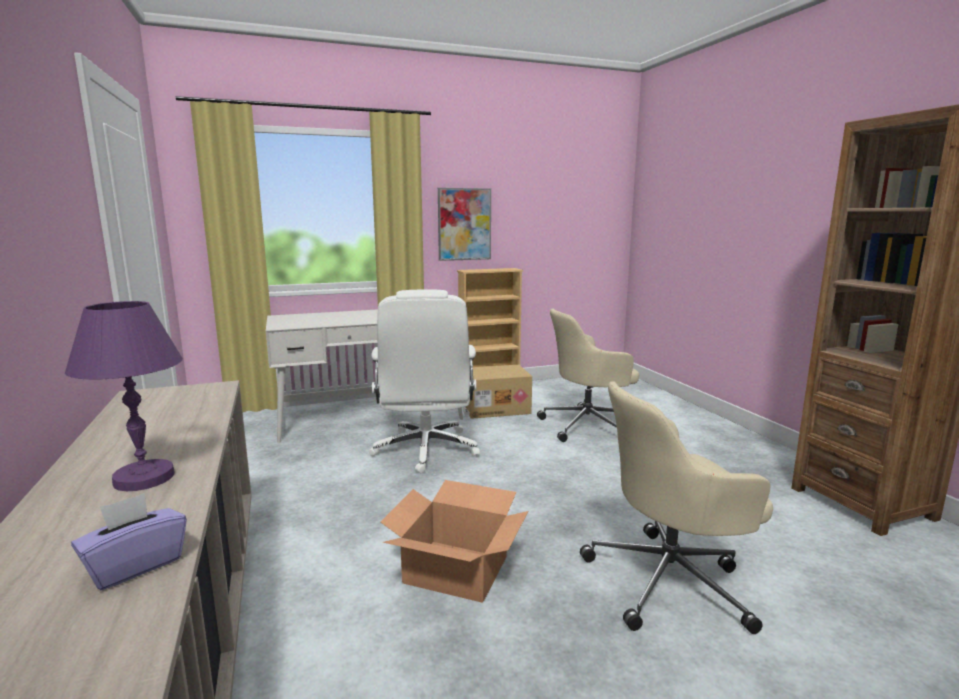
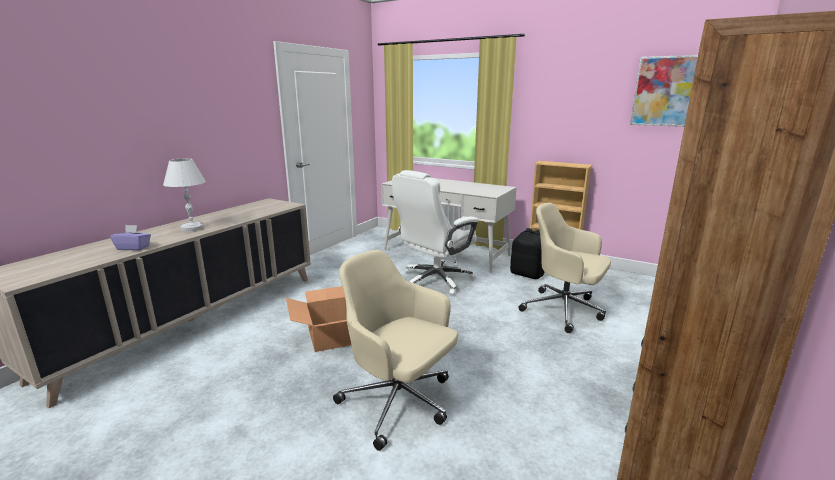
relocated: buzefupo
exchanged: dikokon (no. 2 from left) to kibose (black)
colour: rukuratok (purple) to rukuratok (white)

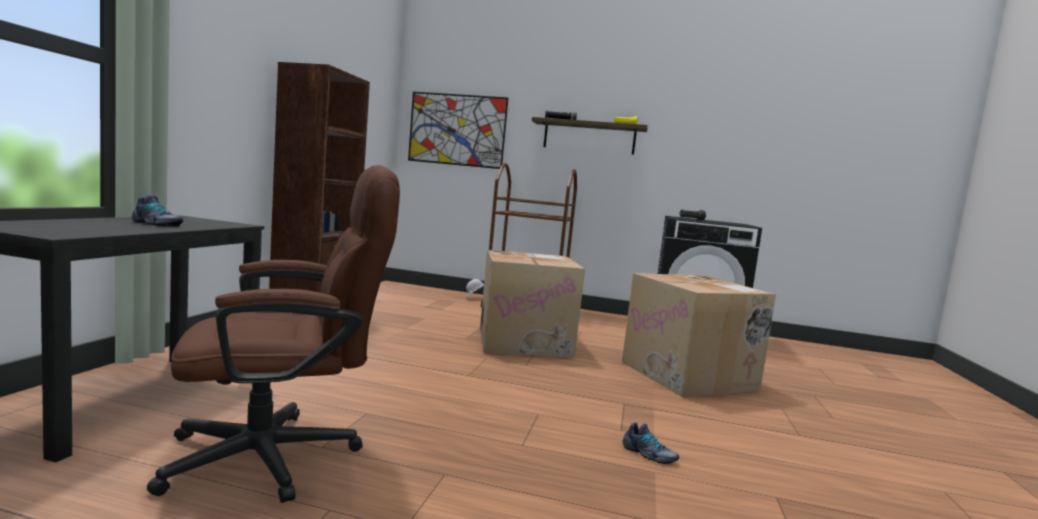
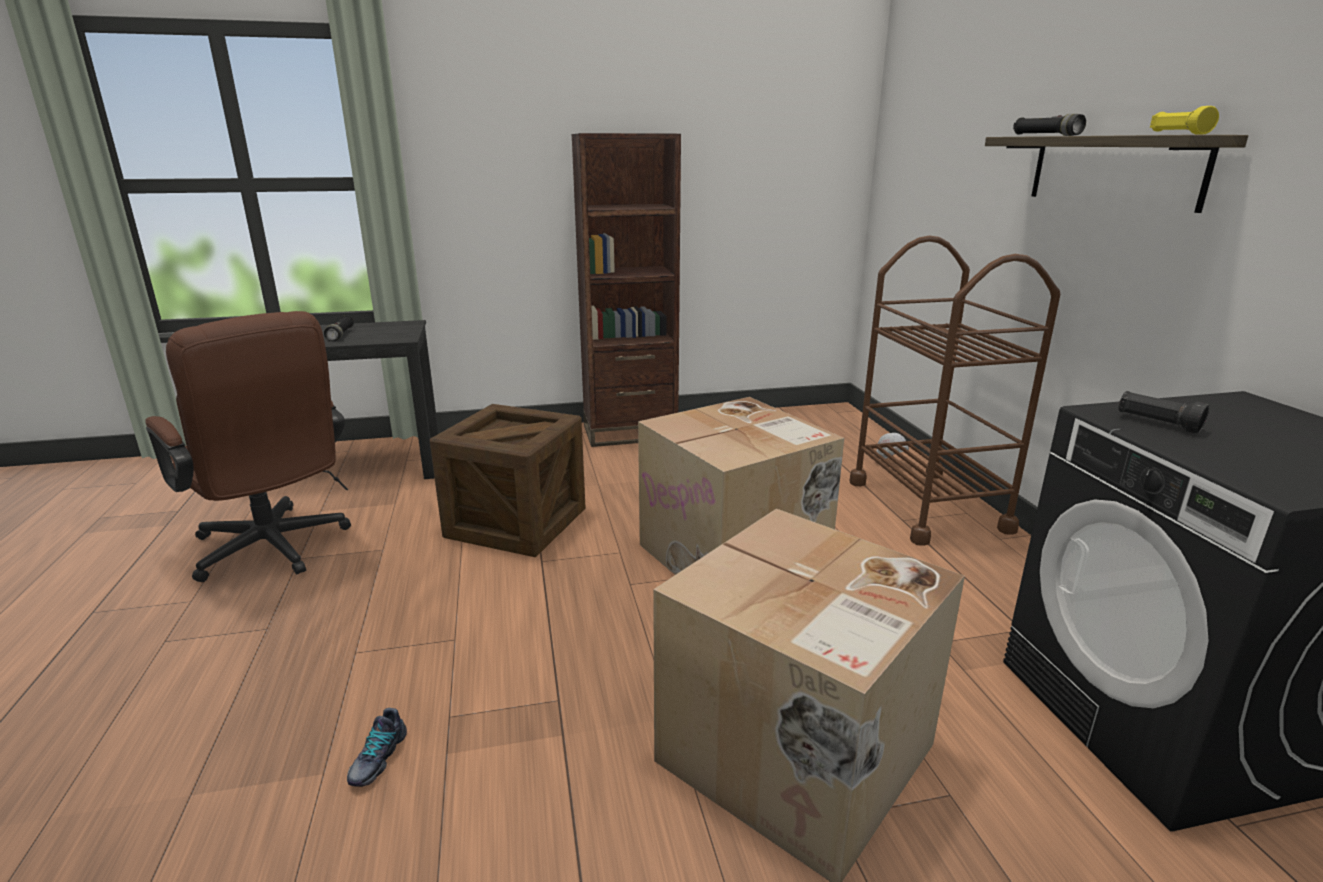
missing: buzefupo
appeared: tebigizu
exchanged: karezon (no. 1 from left) to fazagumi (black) (no. 1 from left)

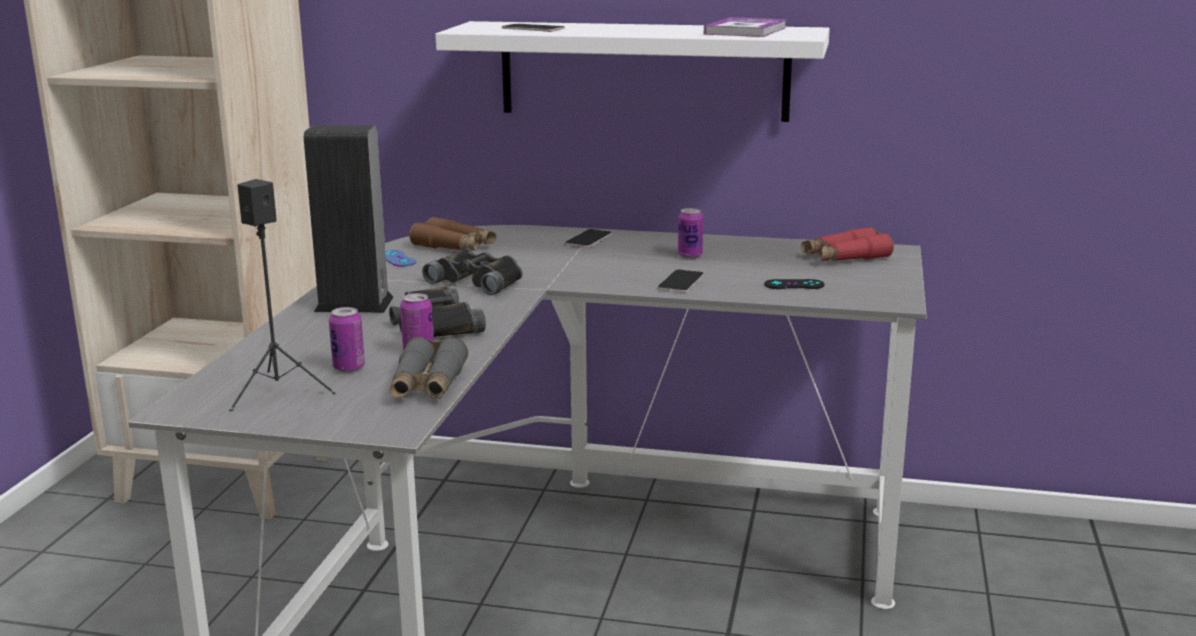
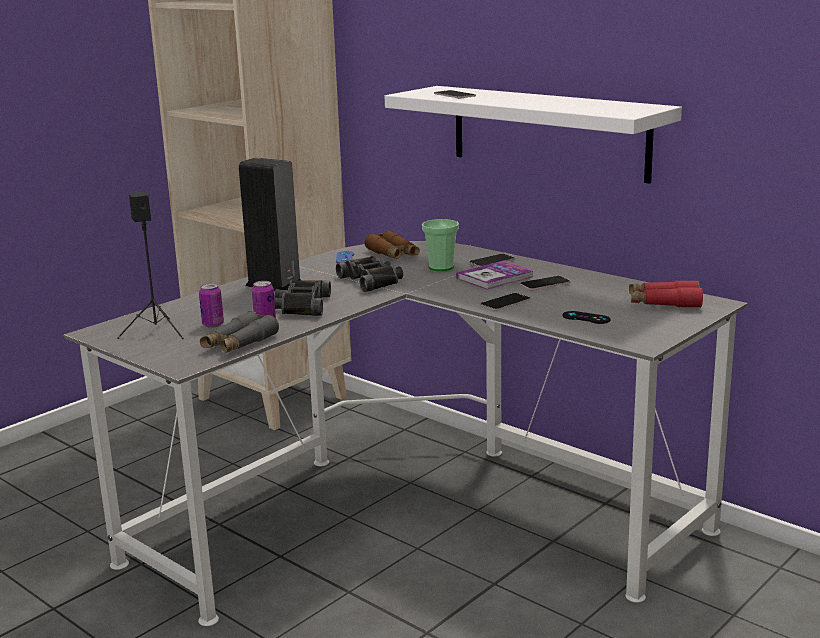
appeared: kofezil
relocated: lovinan
exchanged: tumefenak (no. 3 from left) to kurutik (no. 4 from left)

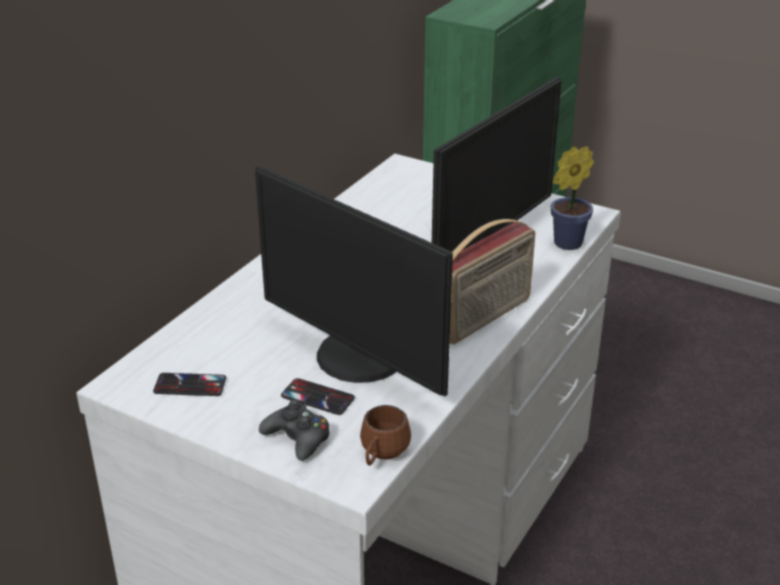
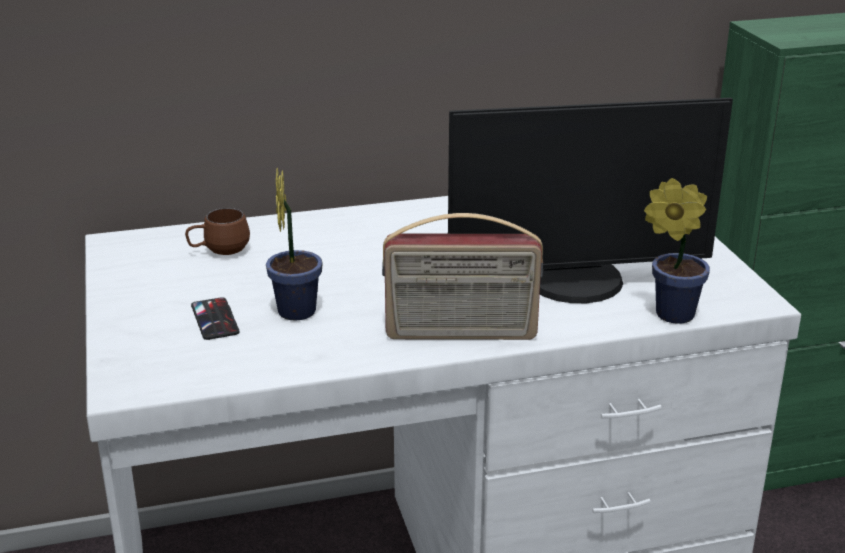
missing: kurutik (no. 1 from left); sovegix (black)
relocated: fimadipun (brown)
exchanged: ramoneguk (no. 1 from left) to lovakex (no. 1 from left)

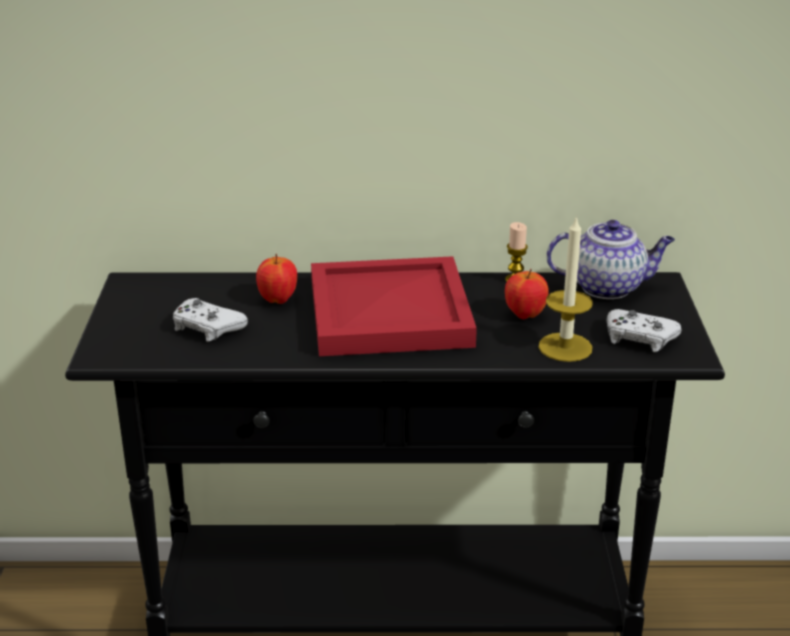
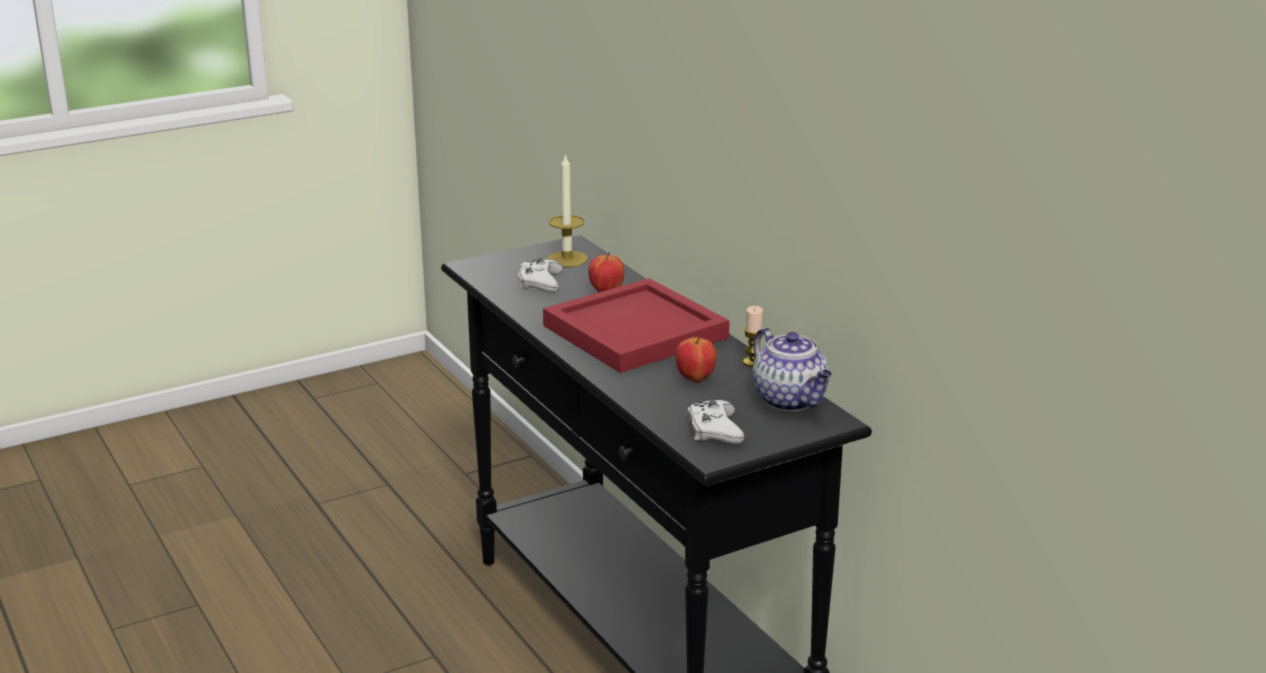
relocated: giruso (no. 2 from left in the first image) to giruso (no. 1 from left)

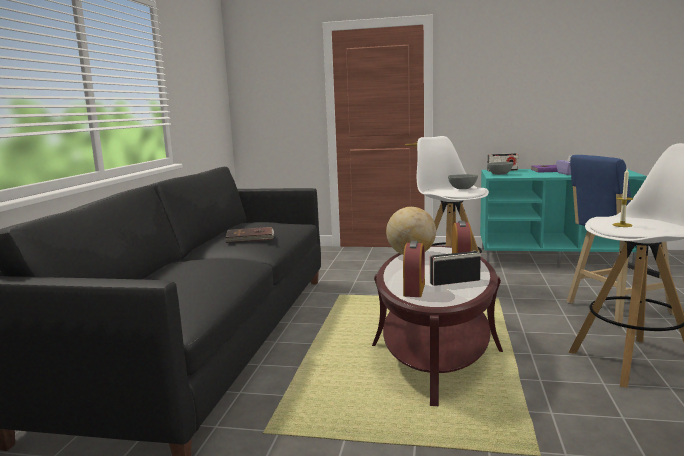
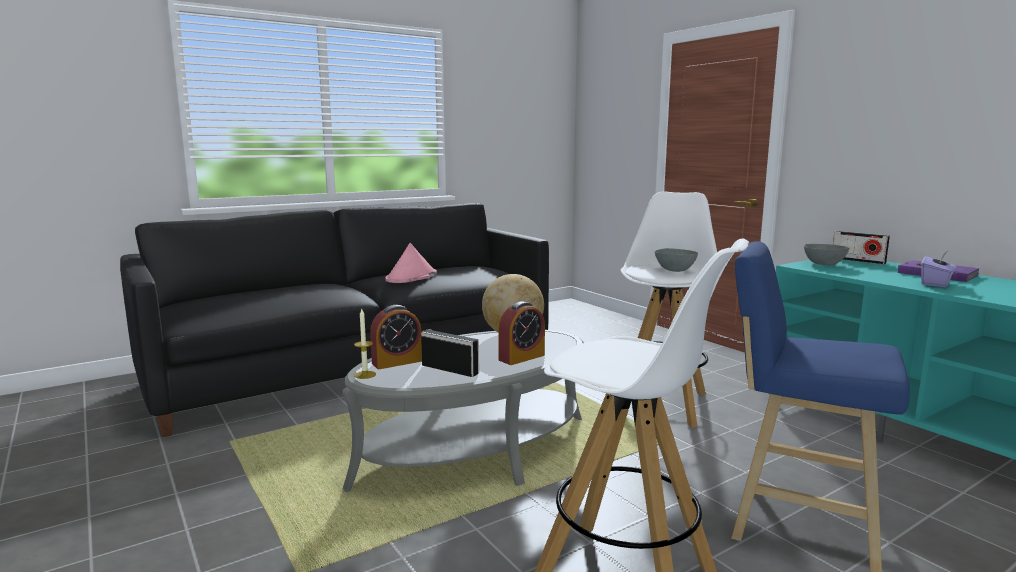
relocated: giruso
exchanged: lovinan (brown) to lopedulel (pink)
colour: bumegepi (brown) to bumegepi (grey)

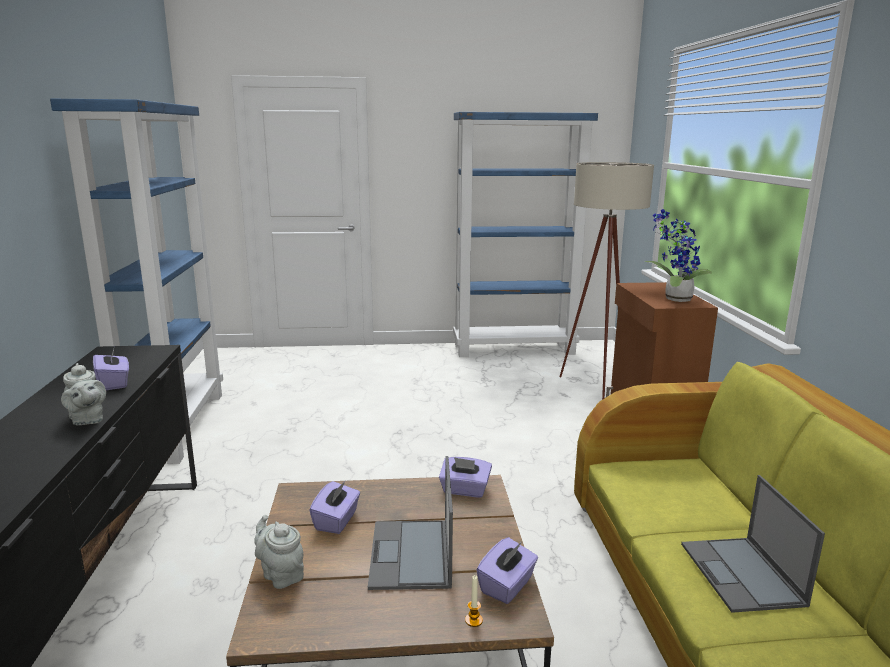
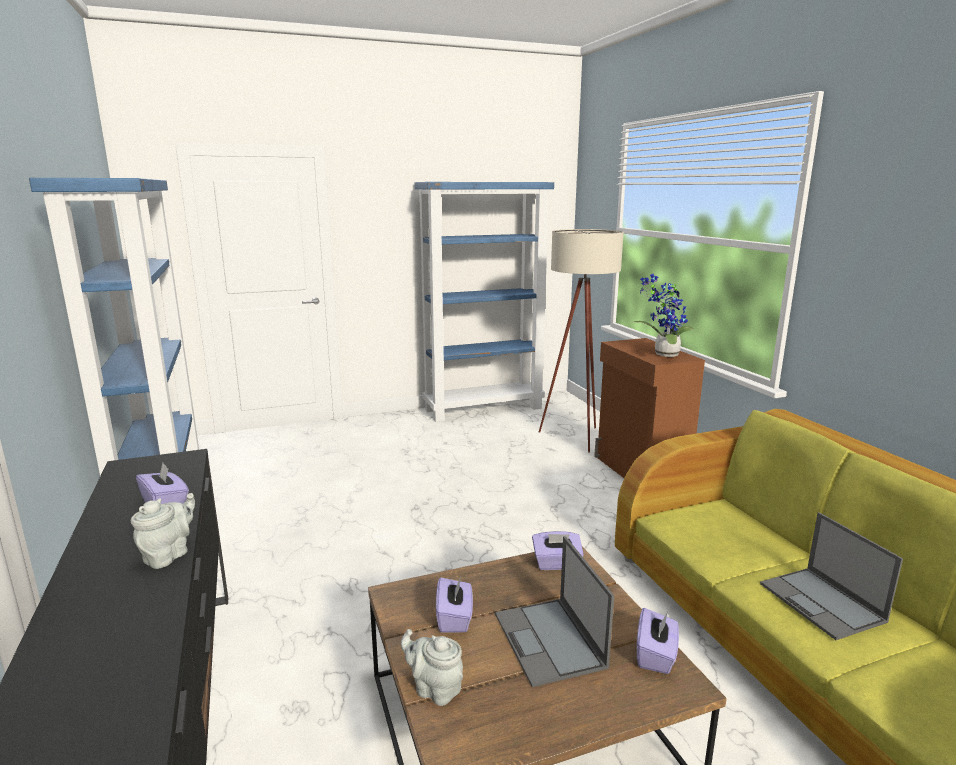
missing: giruso
spun: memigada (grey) (no. 1 from left) 105 degrees counterclockwise

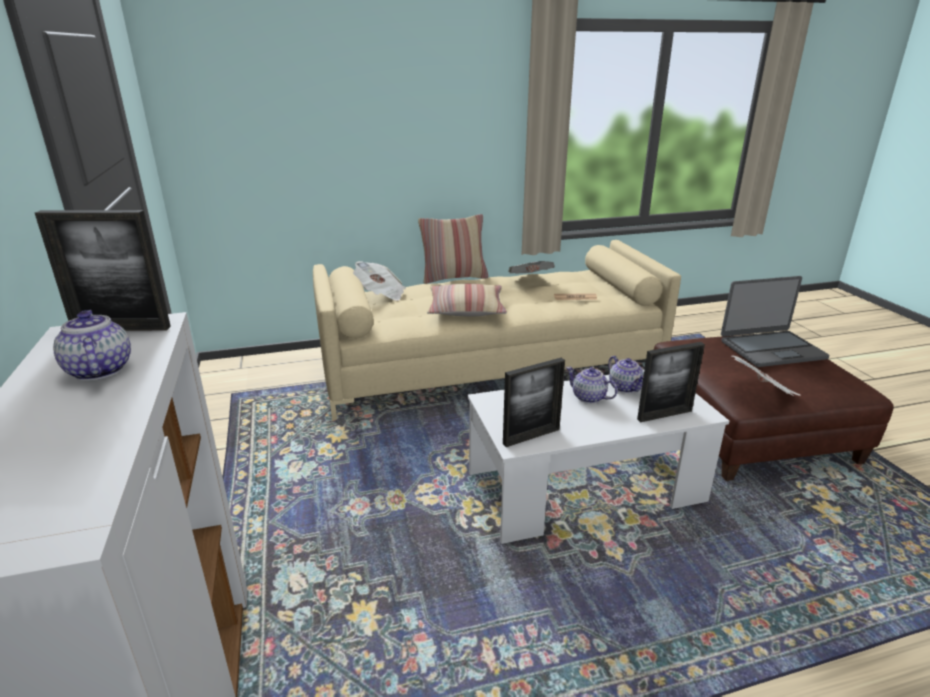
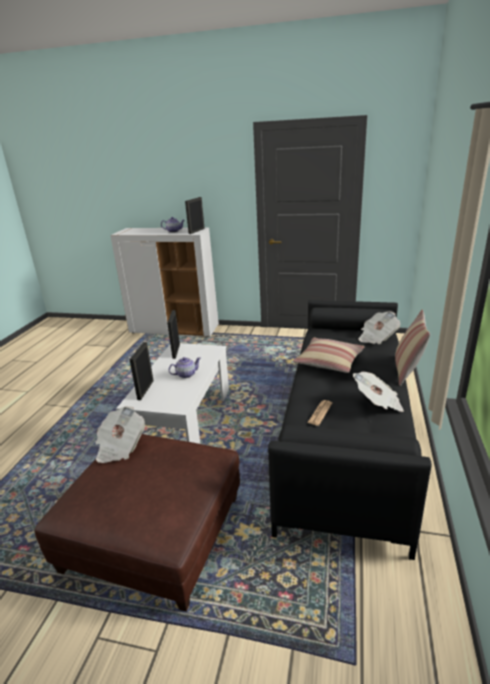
missing: memigada (no. 3 from left); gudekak
colour: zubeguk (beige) to zubeguk (black)

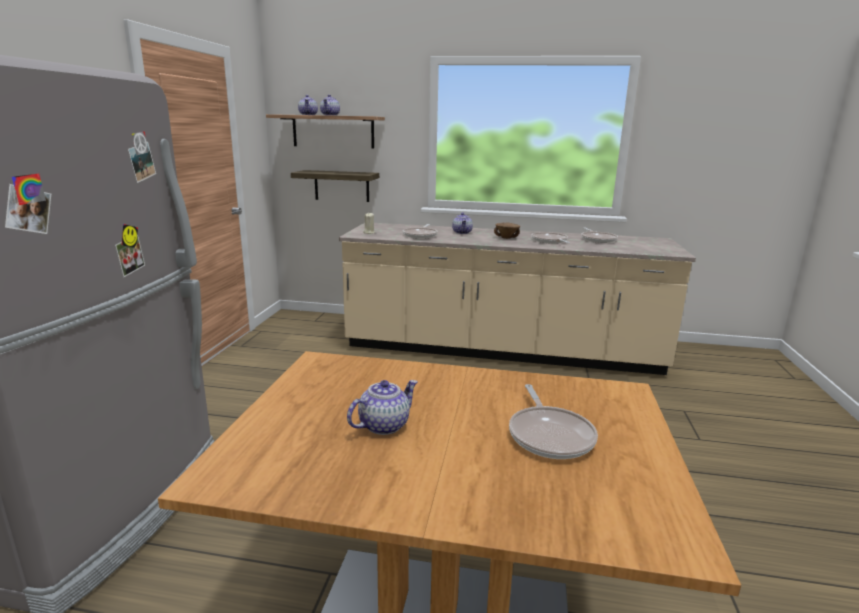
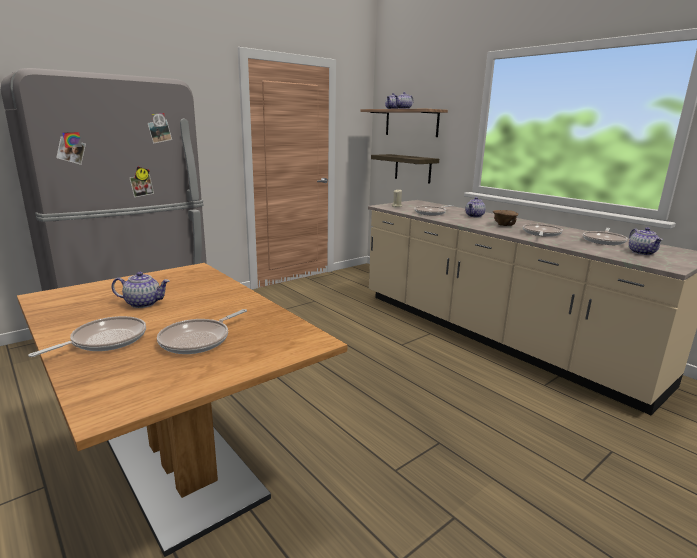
appeared: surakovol (no. 1 from left); memigada (no. 5 from left)

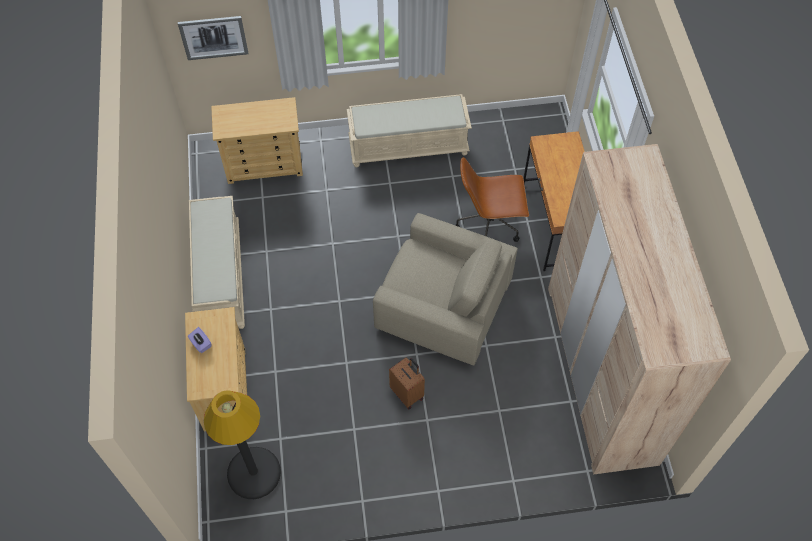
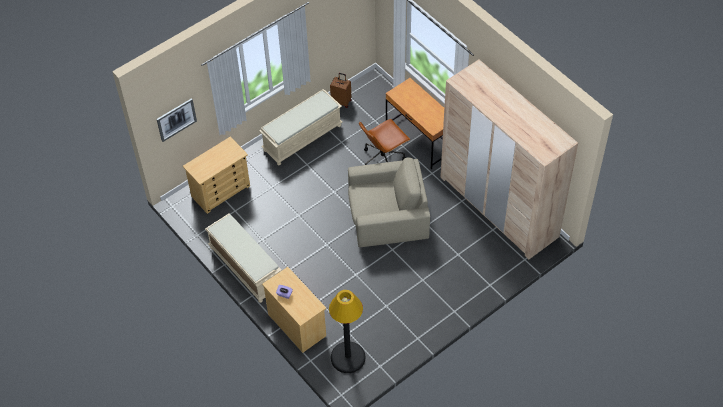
relocated: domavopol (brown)

